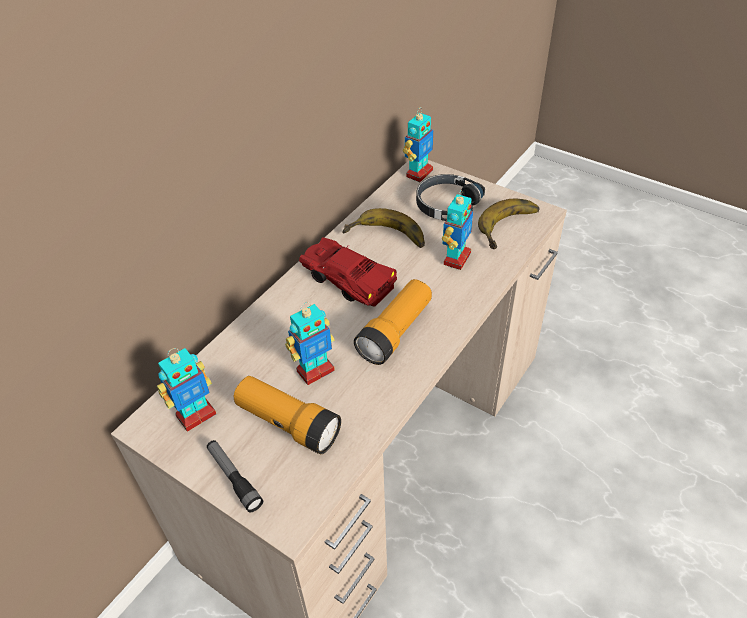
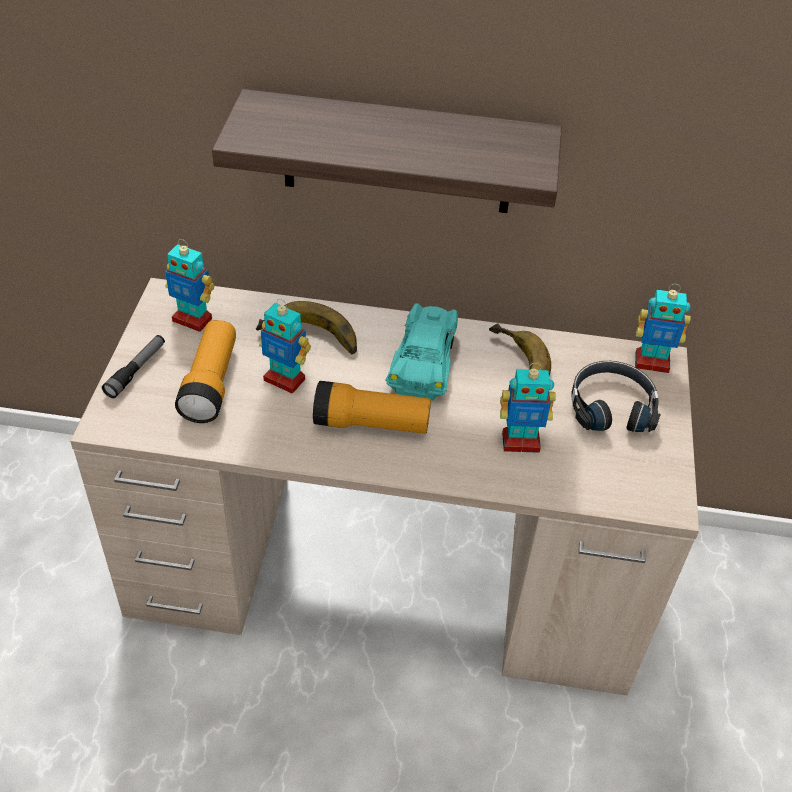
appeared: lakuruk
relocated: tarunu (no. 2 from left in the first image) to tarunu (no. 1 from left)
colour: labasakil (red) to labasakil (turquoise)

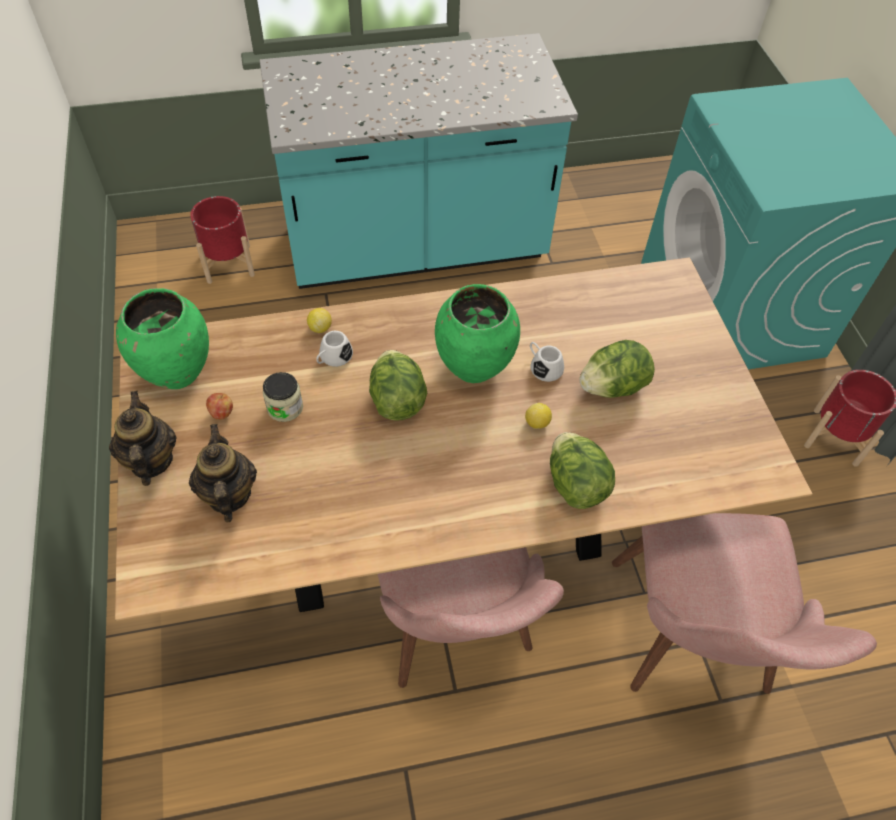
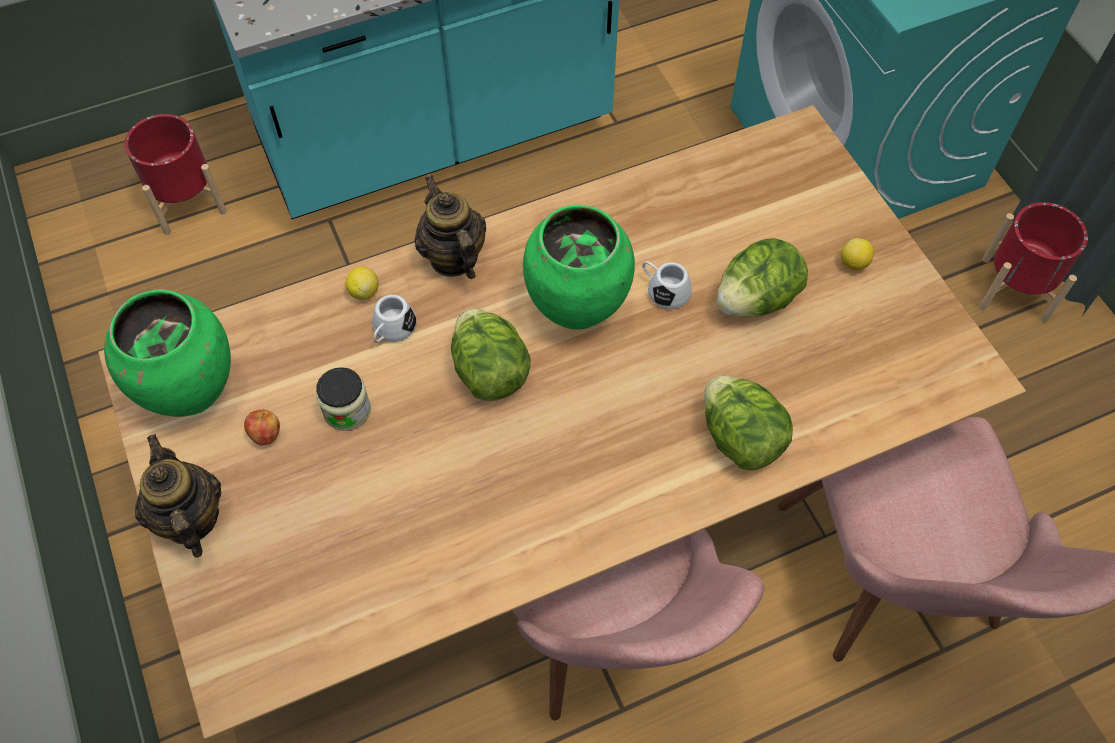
relocated: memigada (no. 2 from left); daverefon (no. 2 from left)

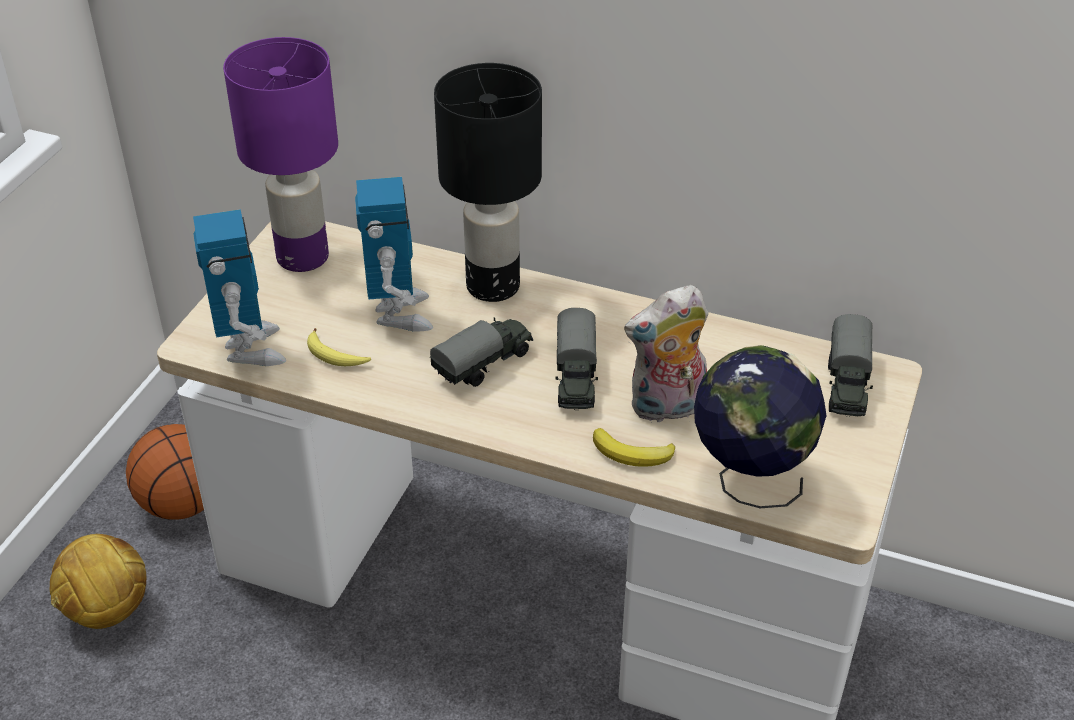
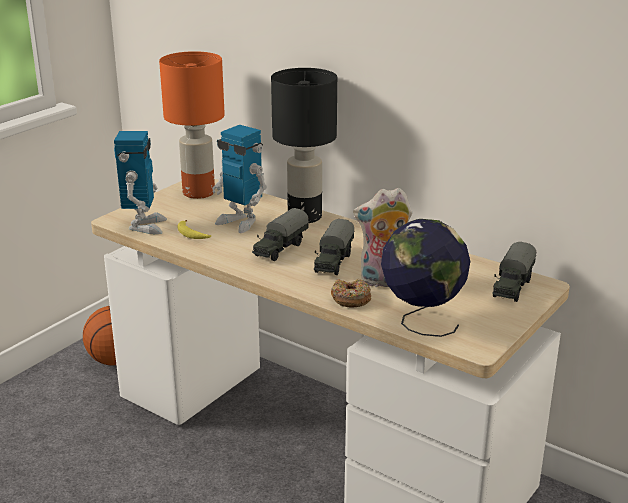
missing: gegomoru
exchanged: tarunu (no. 2 from left) to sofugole
colour: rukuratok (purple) to rukuratok (orange)
spun: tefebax (no. 2 from left) 120 degrees clockwise; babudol (no. 1 from left) 150 degrees clockwise

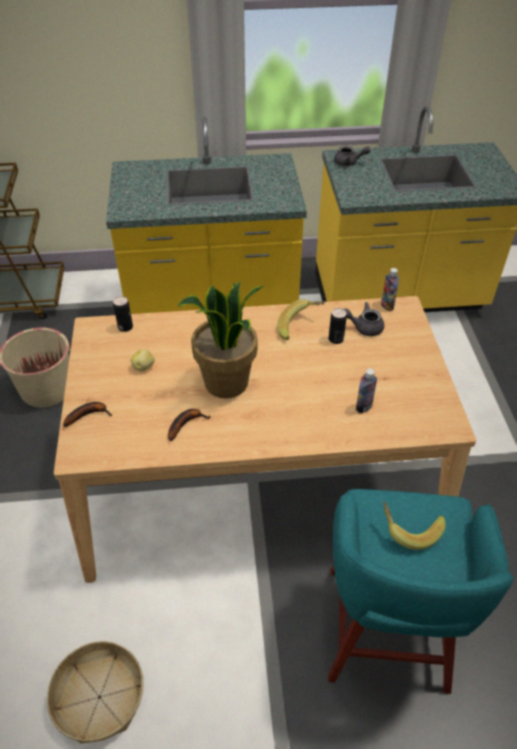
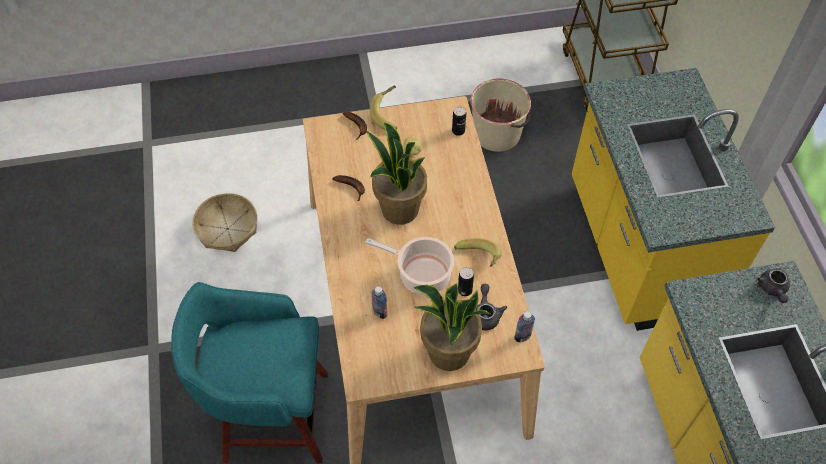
appeared: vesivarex; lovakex (no. 2 from left)
relocated: tarunu (no. 4 from left in the first image) to tarunu (no. 3 from left)

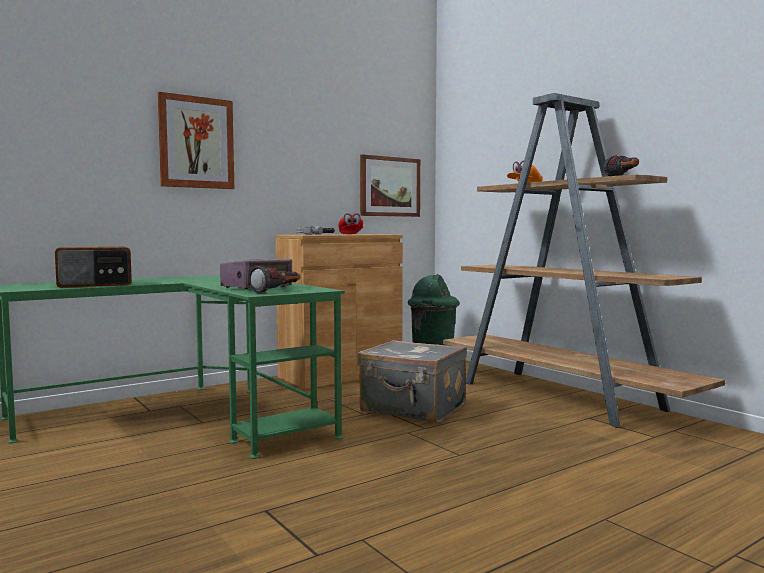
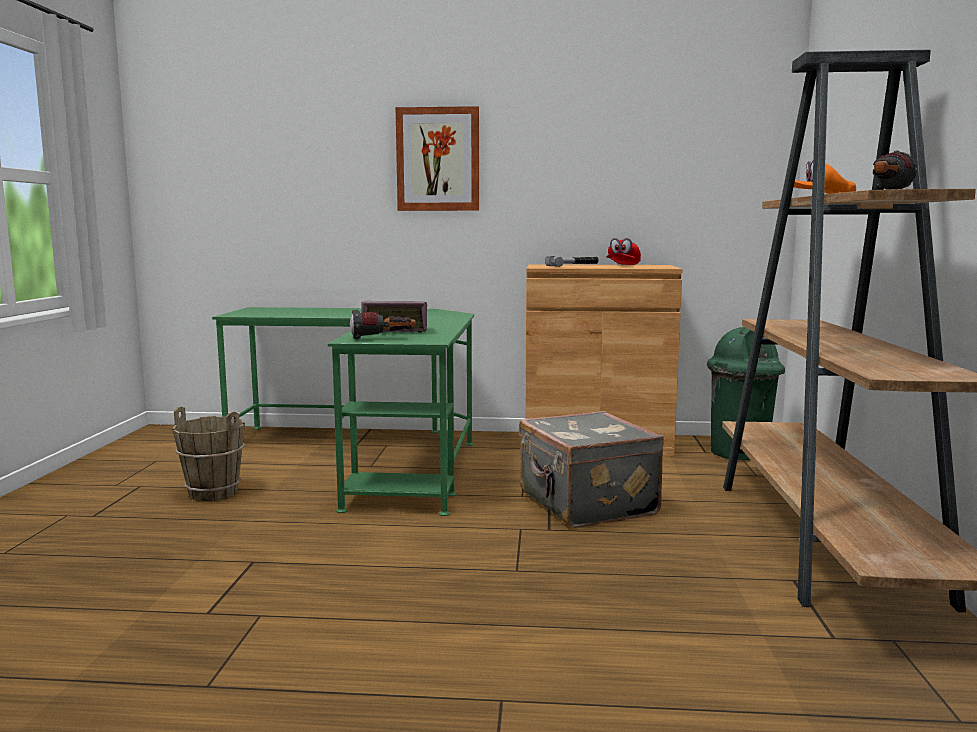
missing: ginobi (no. 1 from left); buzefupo (no. 2 from left)
appeared: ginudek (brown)

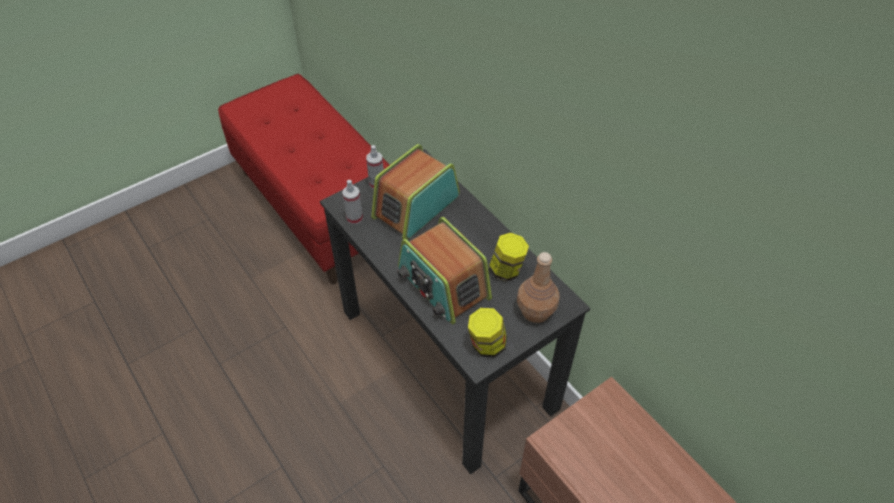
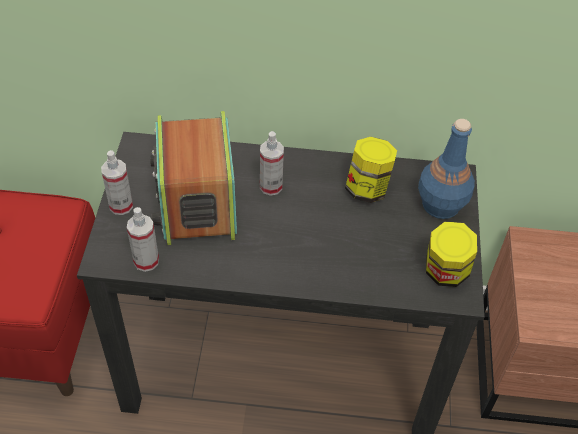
missing: ginobi (no. 2 from left)
appeared: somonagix (no. 3 from left)
colour: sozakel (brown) to sozakel (blue)

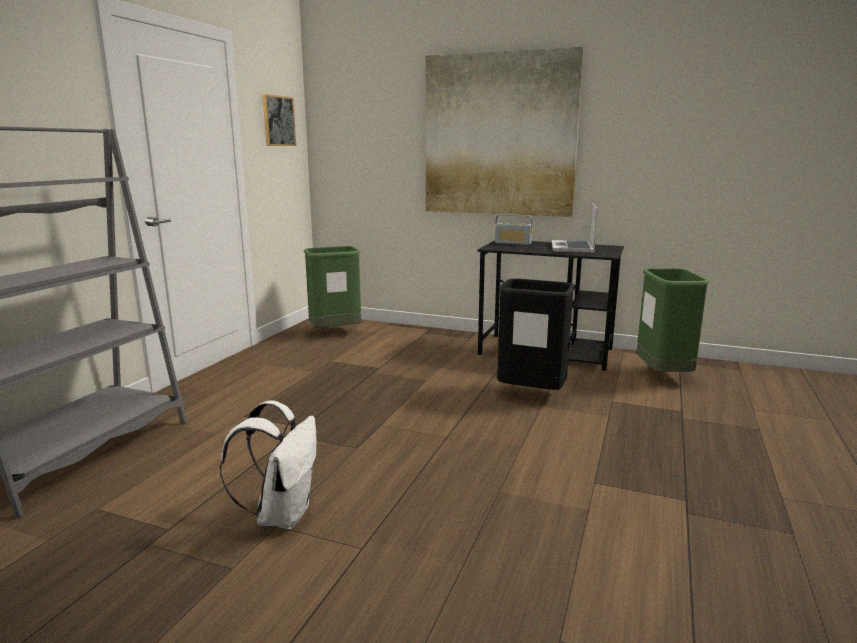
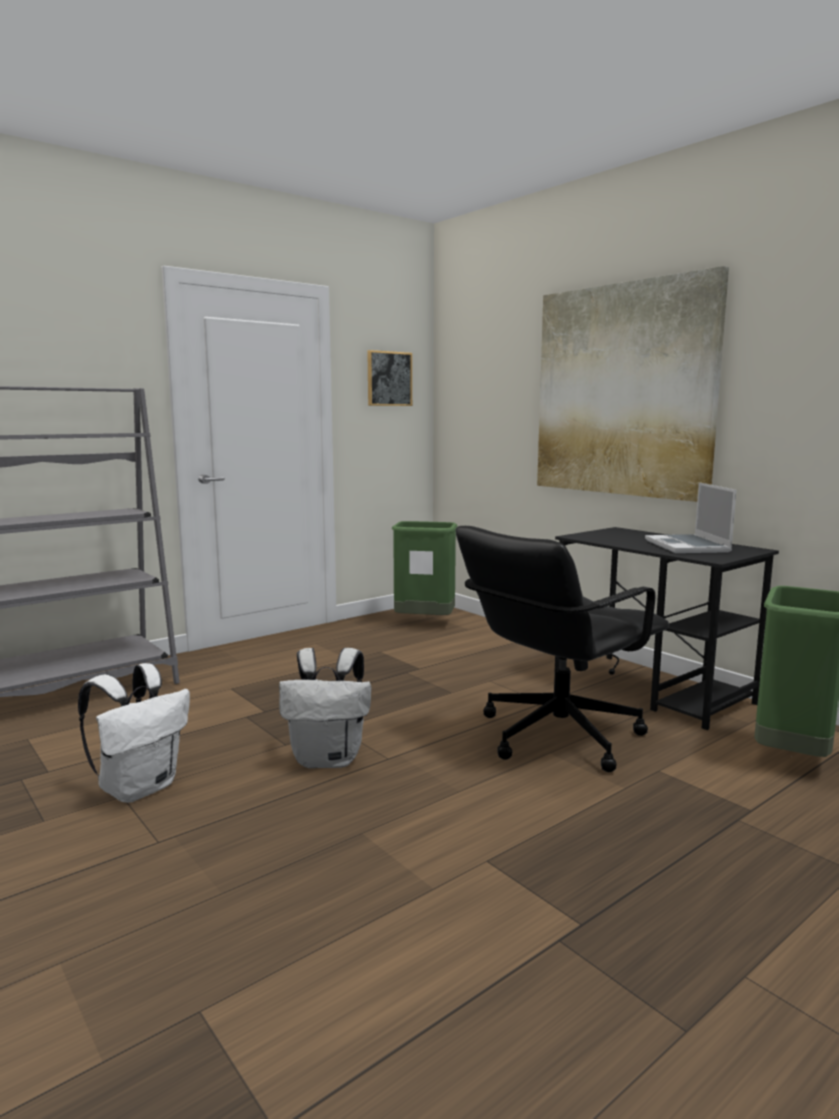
missing: ginobi
appeared: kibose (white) (no. 2 from left)
exchanged: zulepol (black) to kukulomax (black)
spun: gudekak 45 degrees counterclockwise

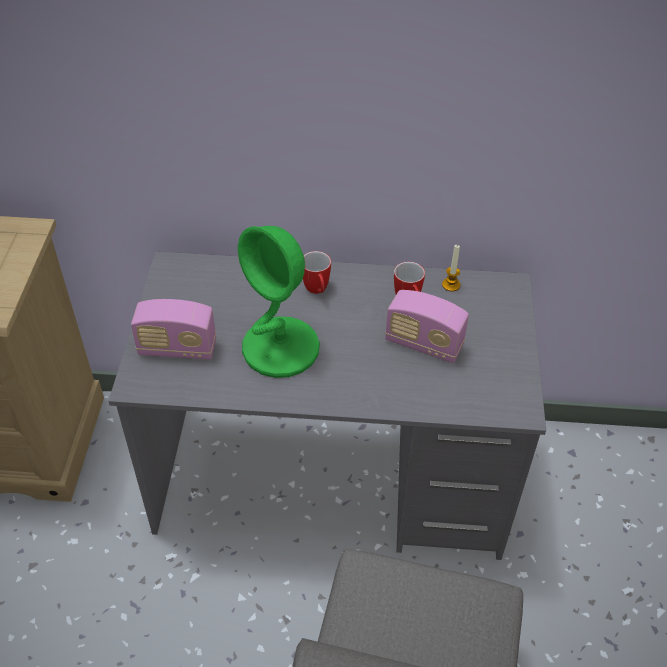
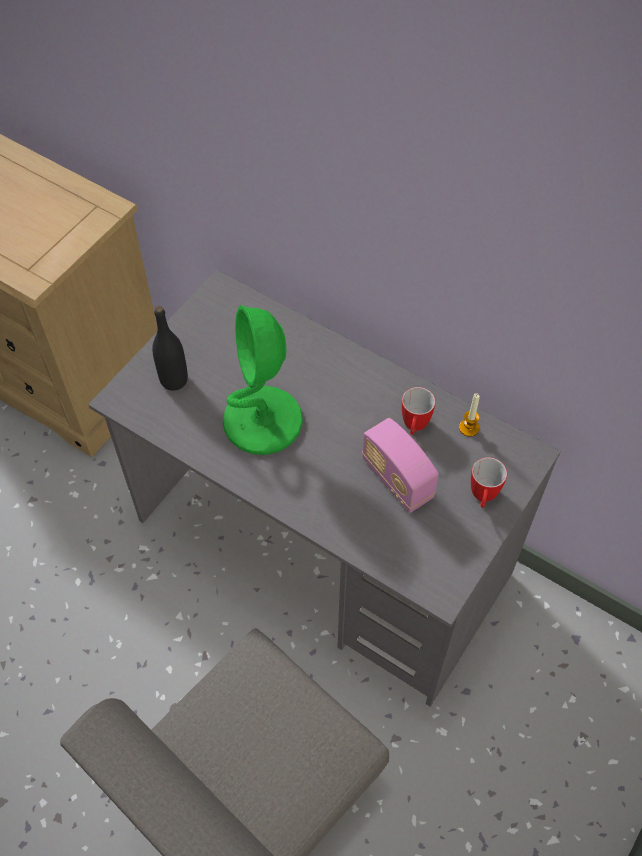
relocated: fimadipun (no. 1 from left in the first image) to fimadipun (no. 2 from left)
exchanged: ginobi (no. 1 from left) to sozakel (black)

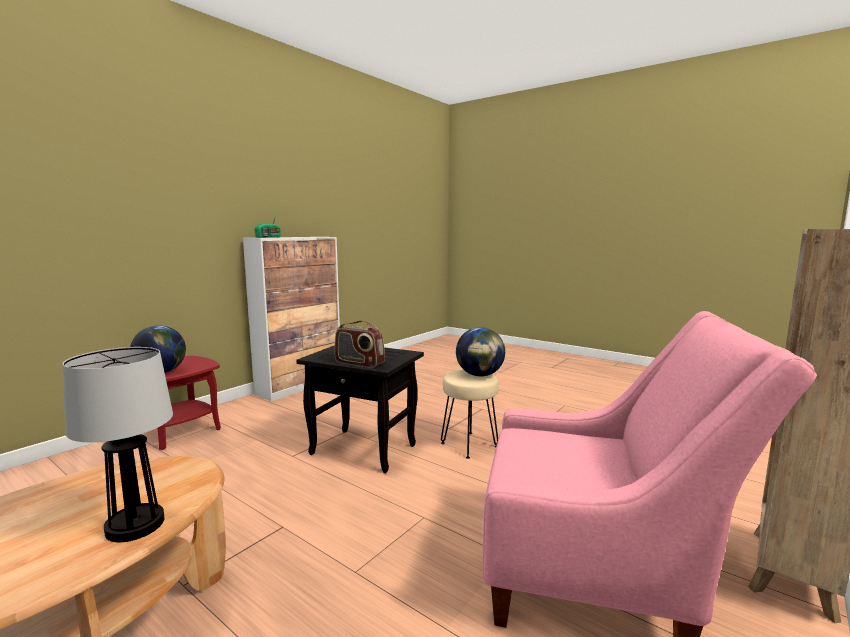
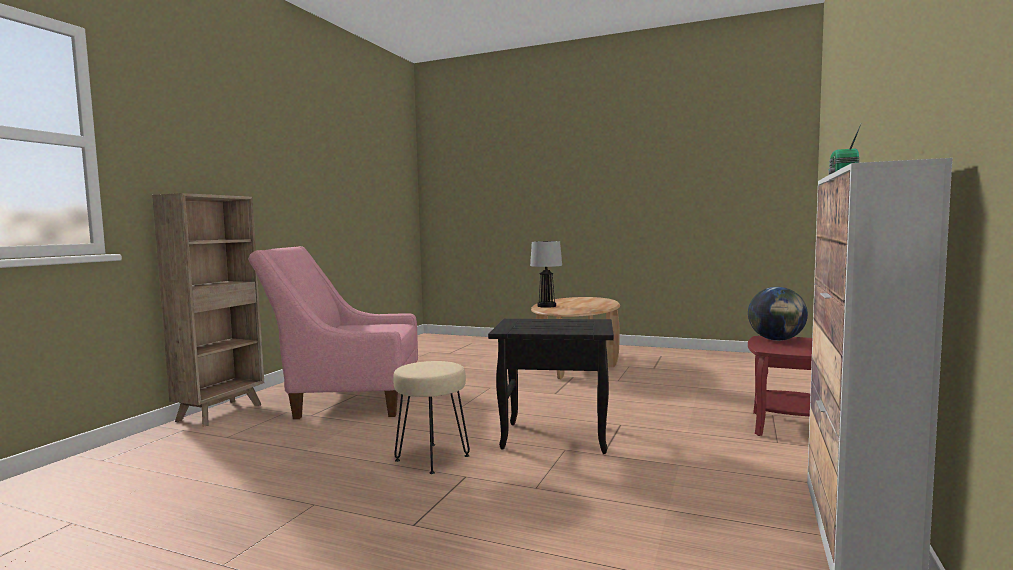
missing: ginobi (no. 2 from left); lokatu (no. 2 from left)

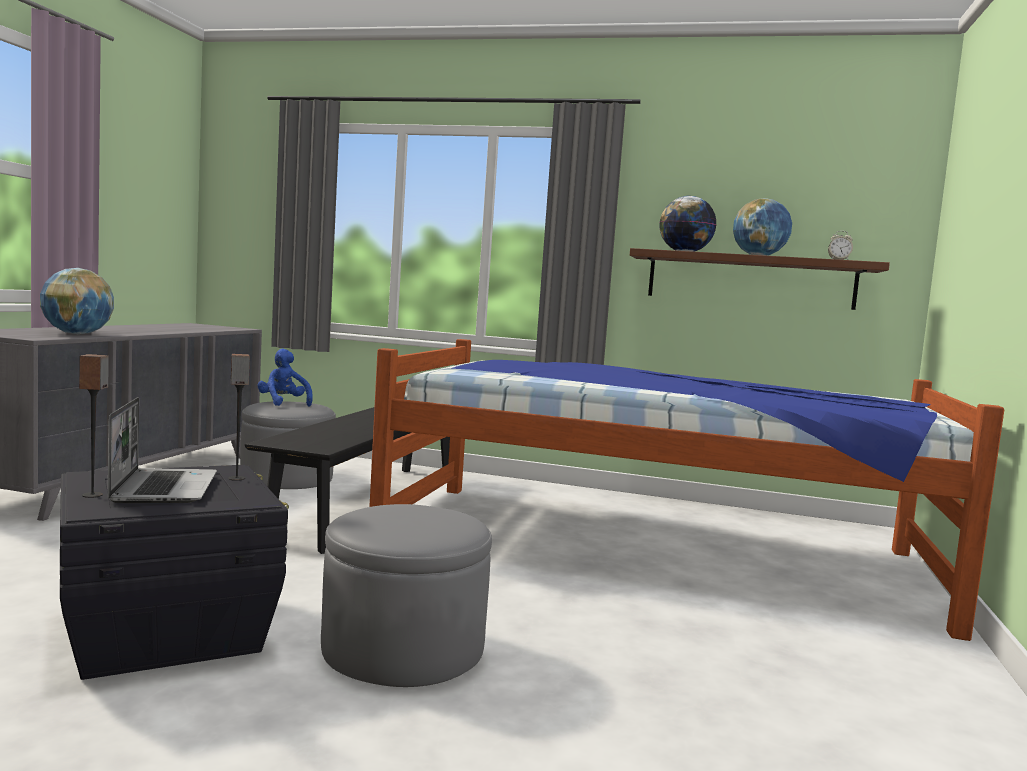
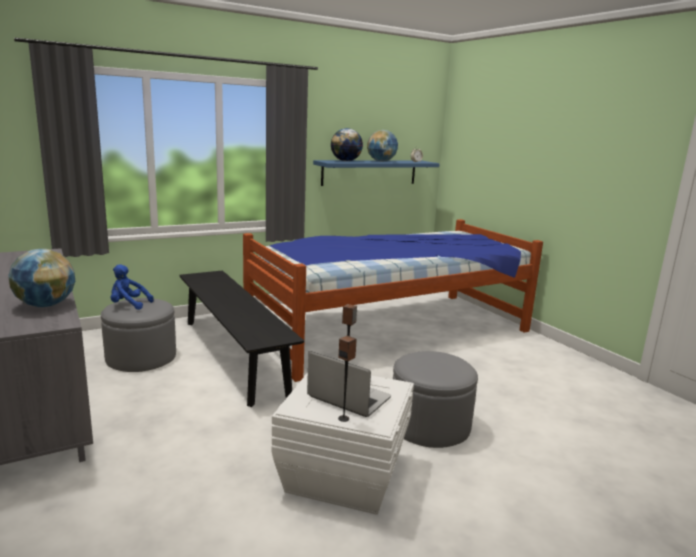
colour: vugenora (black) to vugenora (white); lakuruk (brown) to lakuruk (blue)

